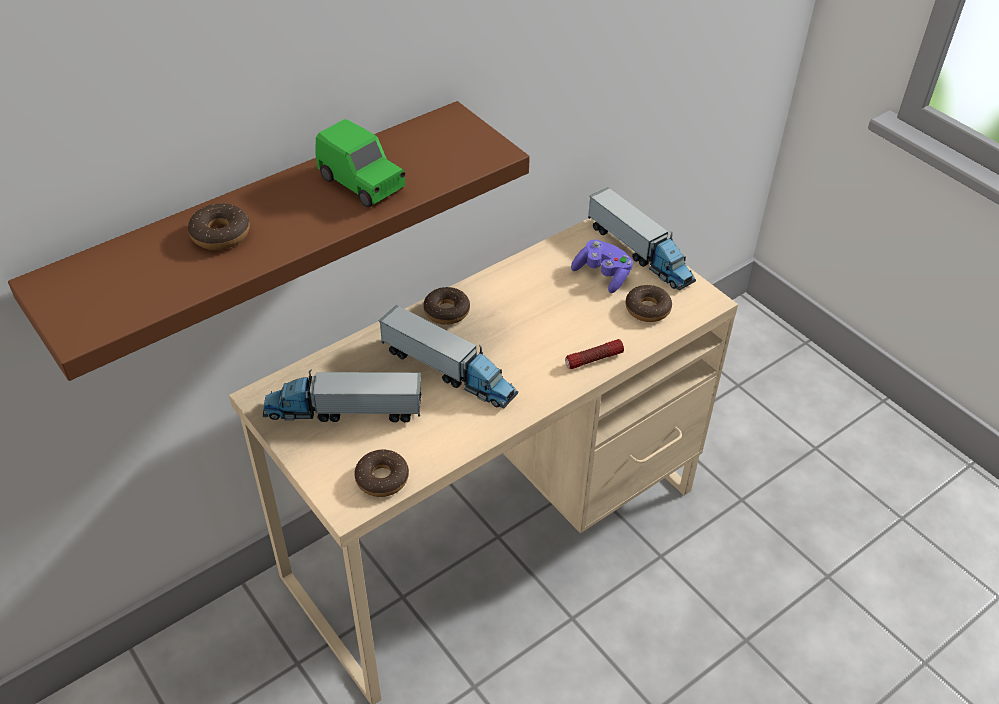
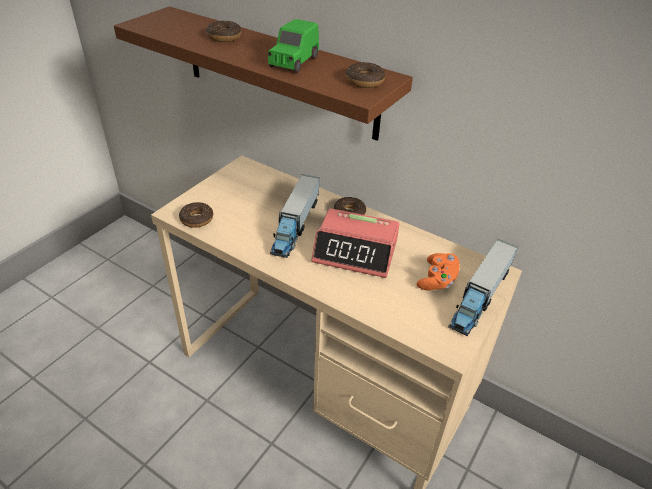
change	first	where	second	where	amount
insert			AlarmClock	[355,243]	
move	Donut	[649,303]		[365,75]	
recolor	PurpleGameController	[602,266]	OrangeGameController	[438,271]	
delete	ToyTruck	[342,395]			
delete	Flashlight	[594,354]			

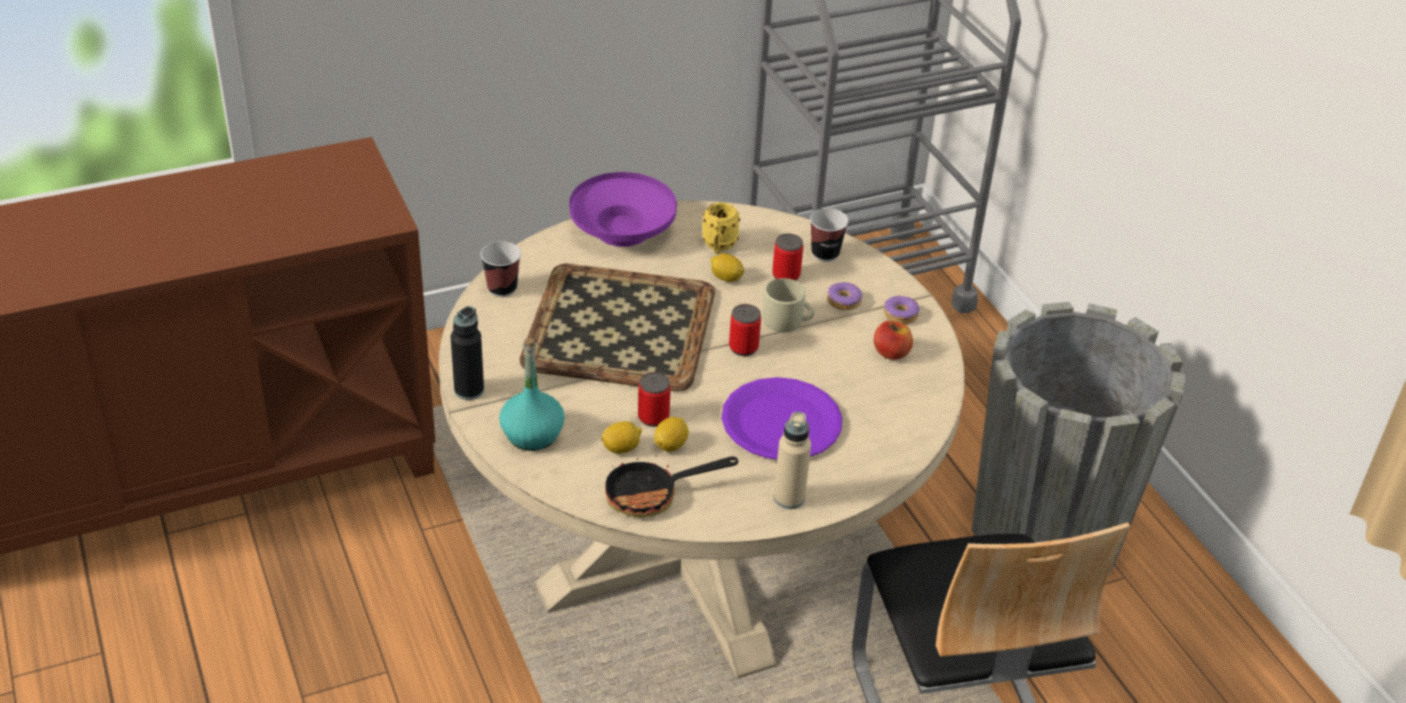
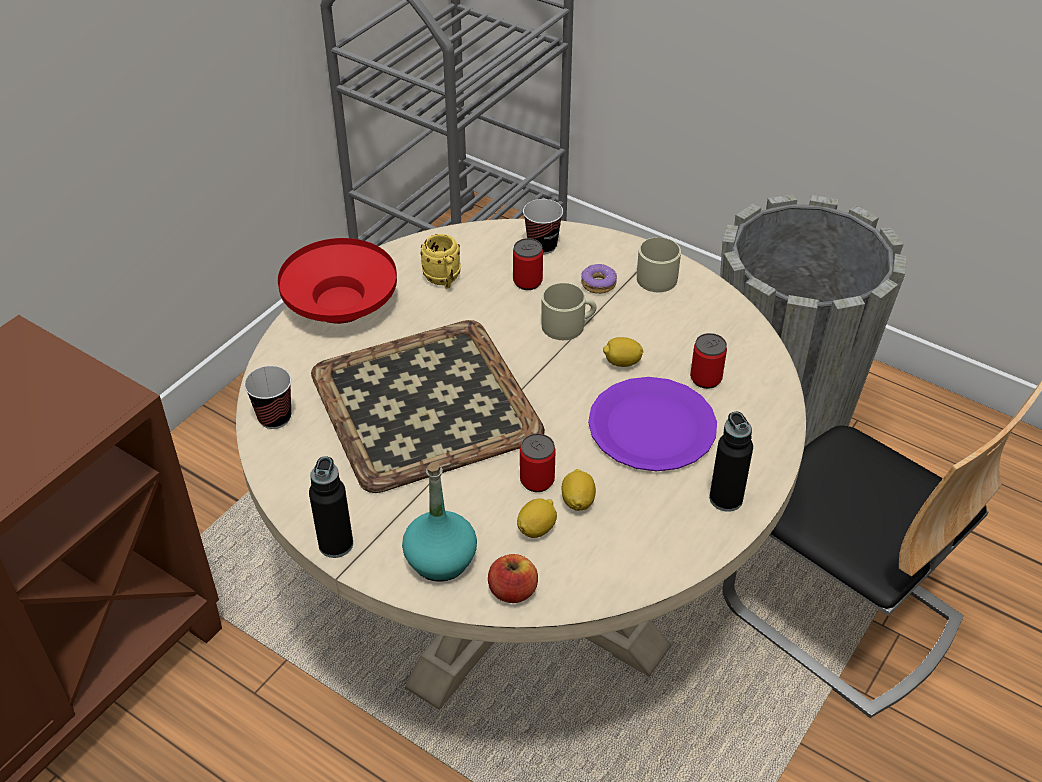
change	first	where	second	where	amount
recolor	PurpleBowl	[623,209]	RedBowl	[337,281]	
move	Apple	[893,340]		[513,578]	
move	Lemon	[727,267]		[623,352]	
replace	Donut	[901,310]	BeigeMug	[659,264]	
move	Can	[745,330]		[708,361]	
recolor	BeigeBottle	[792,460]	BlackBottle	[731,462]	
delete	FryingPan	[672,483]			

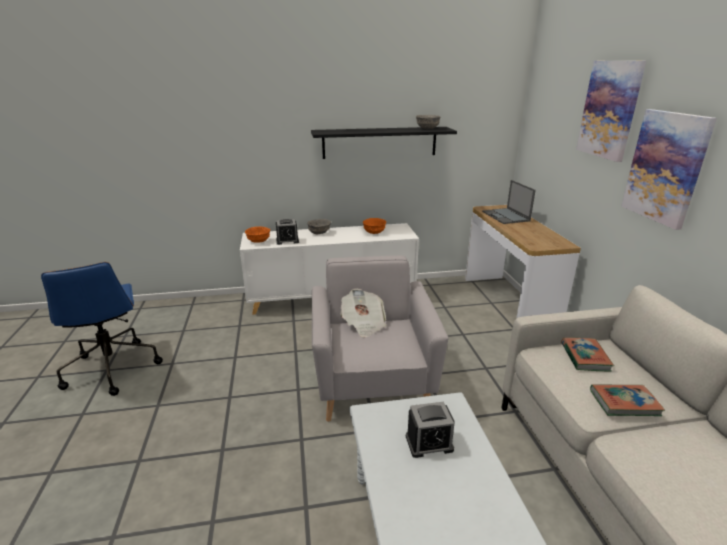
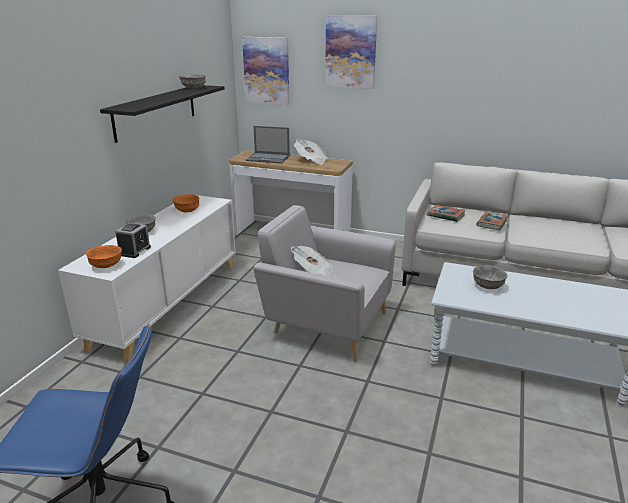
change	first	where	second	where	amount
move	Picture	[669,169]		[265,71]	
insert			Newspaper	[311,152]	
replace	AlarmClock	[430,430]	GreyBowl	[490,277]	

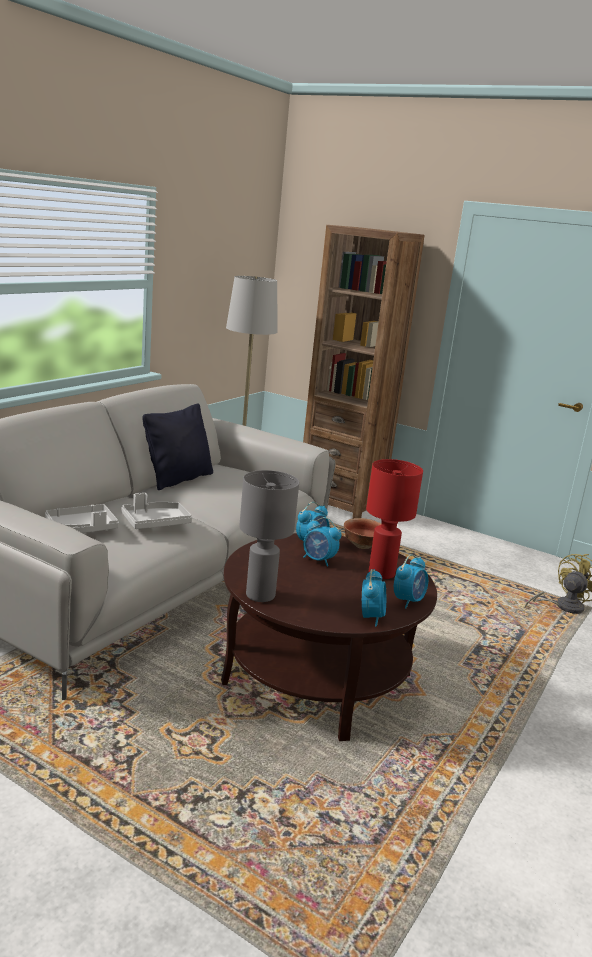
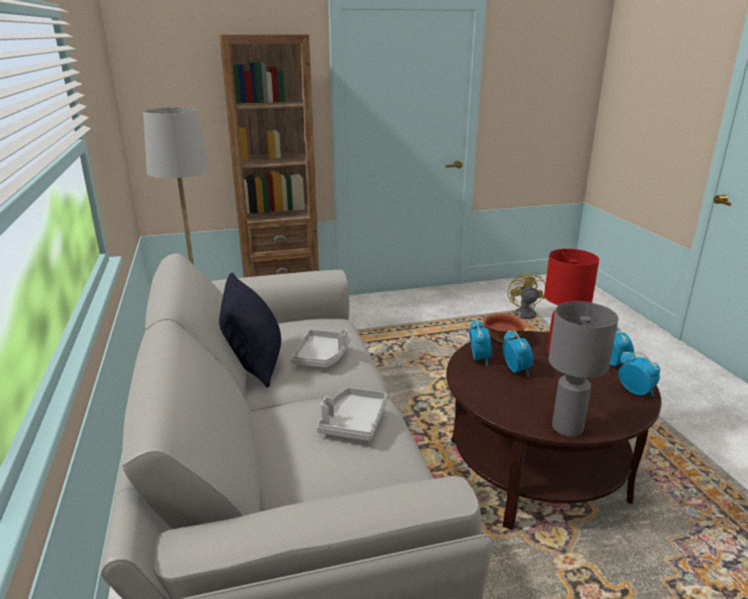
change	first	where	second	where	amount
move	GreyTray	[82,518]		[321,348]	
rotate	AlarmClock	[322,542]		[518,353]	90 degrees counterclockwise

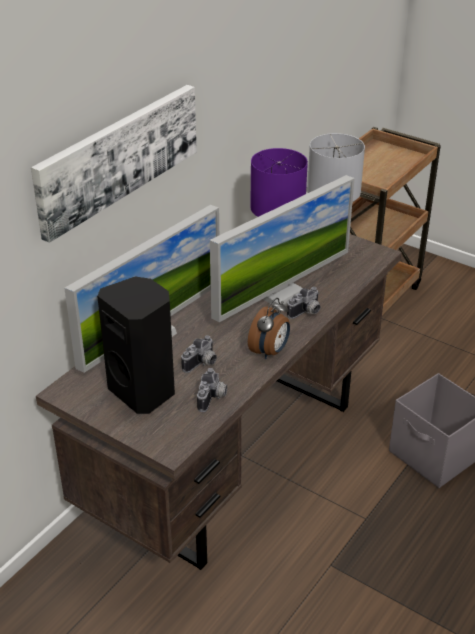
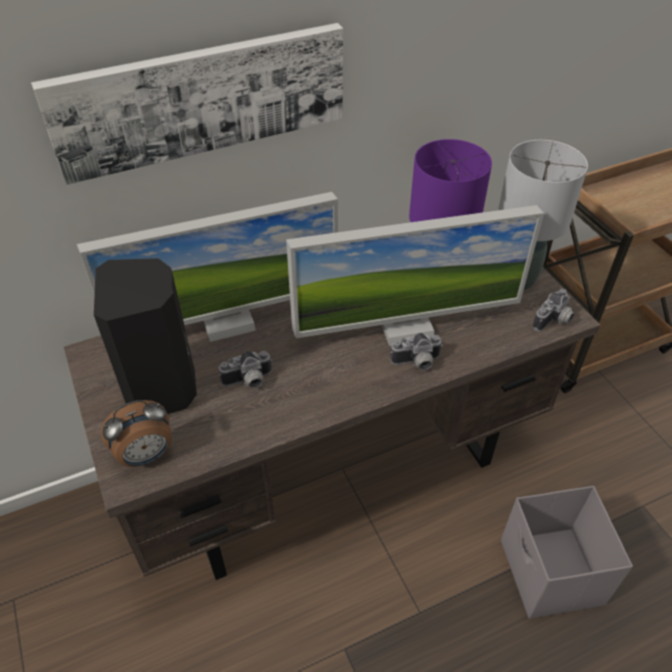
change	first	where	second	where	amount
move	AlarmClock	[269,328]		[136,433]	
move	PhotoCamera	[212,390]		[554,310]	

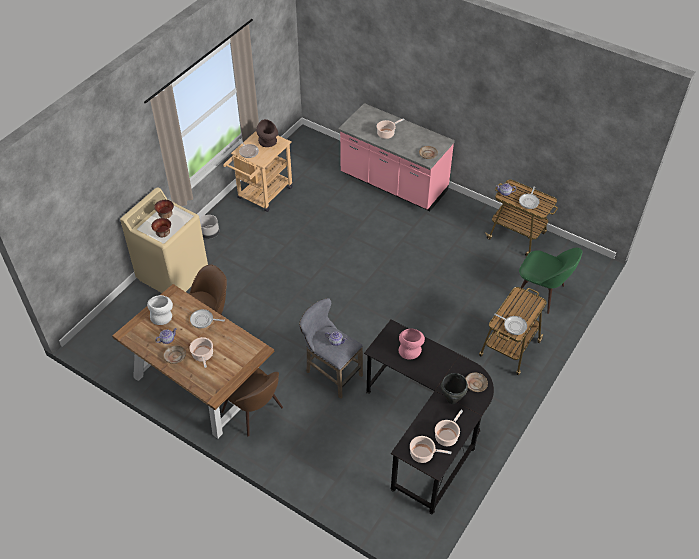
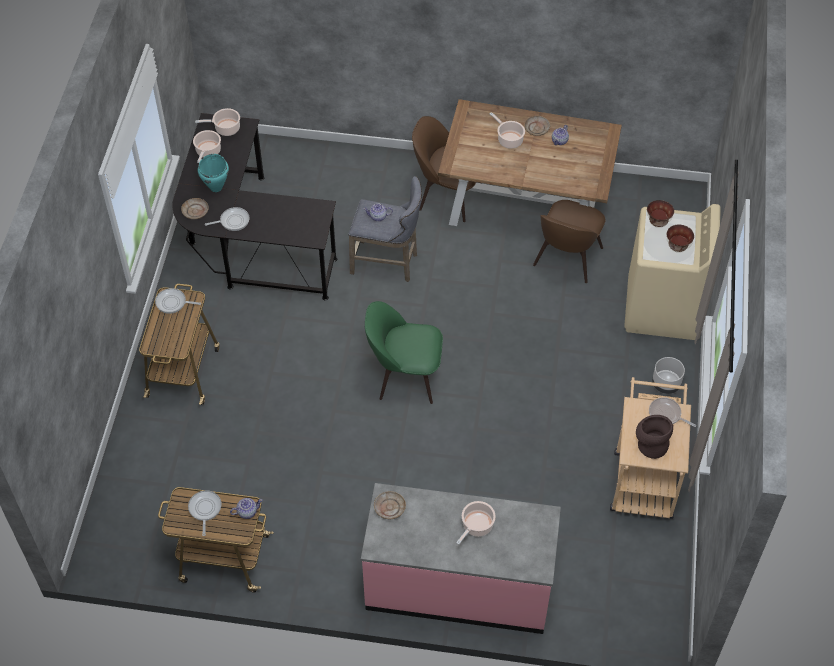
change	first	where	second	where	amount
recolor	BlackCookingPot	[454,388]	TurquoiseCookingPot	[213,173]	
move	FryingPan	[207,318]		[227,219]	
move	GreenChair	[548,281]		[404,352]	
delete	WhiteVase	[160,310]			
delete	PinkVase	[412,344]			

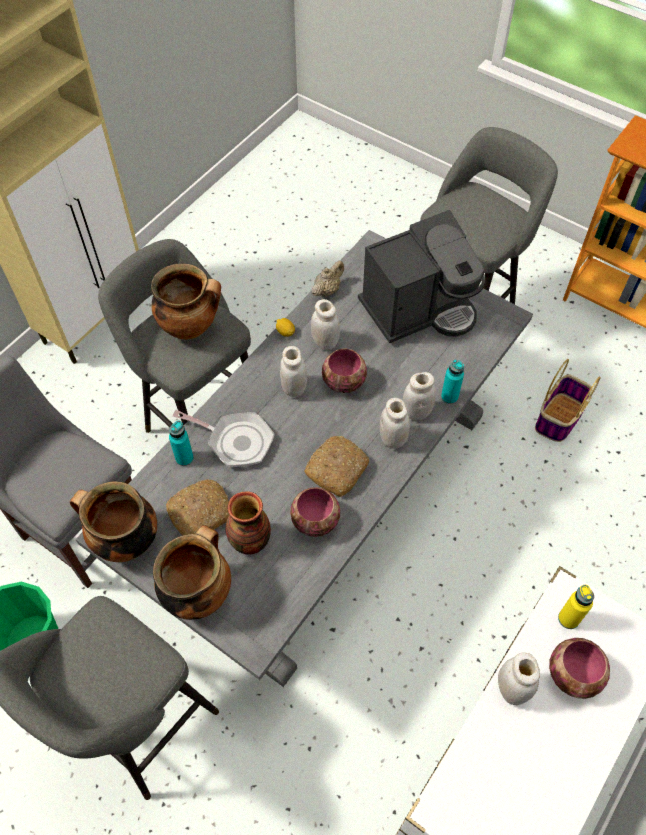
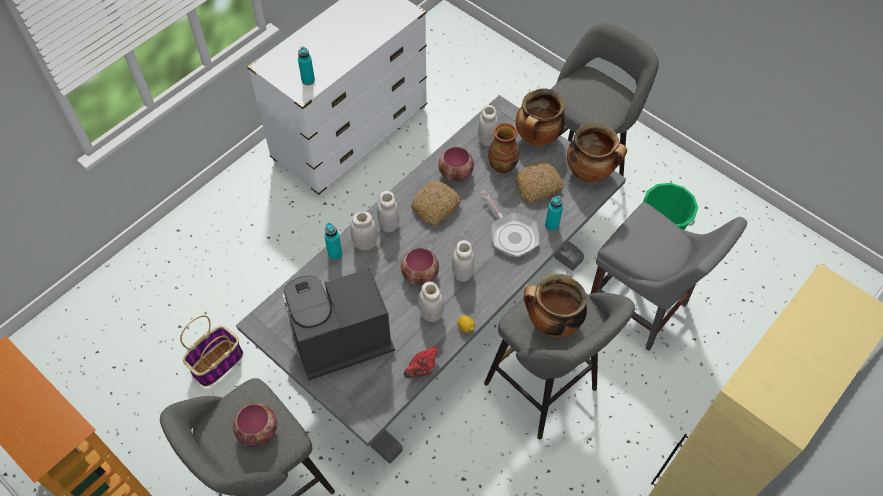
change	first	where	second	where	amount
move	Bowl	[579,668]		[255,425]	
recolor	YellowBottle	[576,607]	TurquoiseBottle	[306,66]	
recolor	BeigeTeapot	[328,279]	RedTeapot	[421,362]	
move	WhiteJar	[519,679]		[488,125]	
rotate	FryingPan	[223,438]		[510,223]	150 degrees counterclockwise

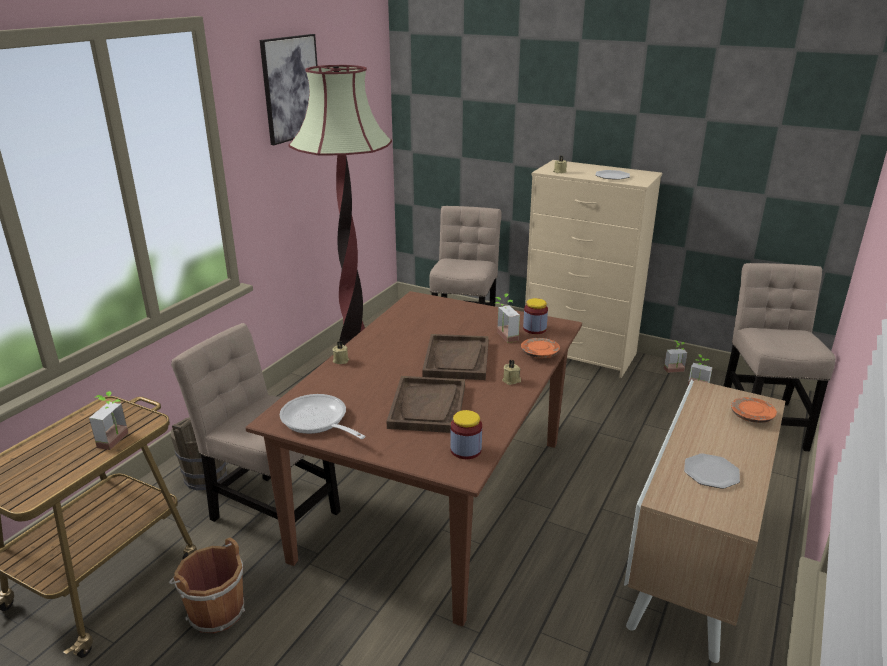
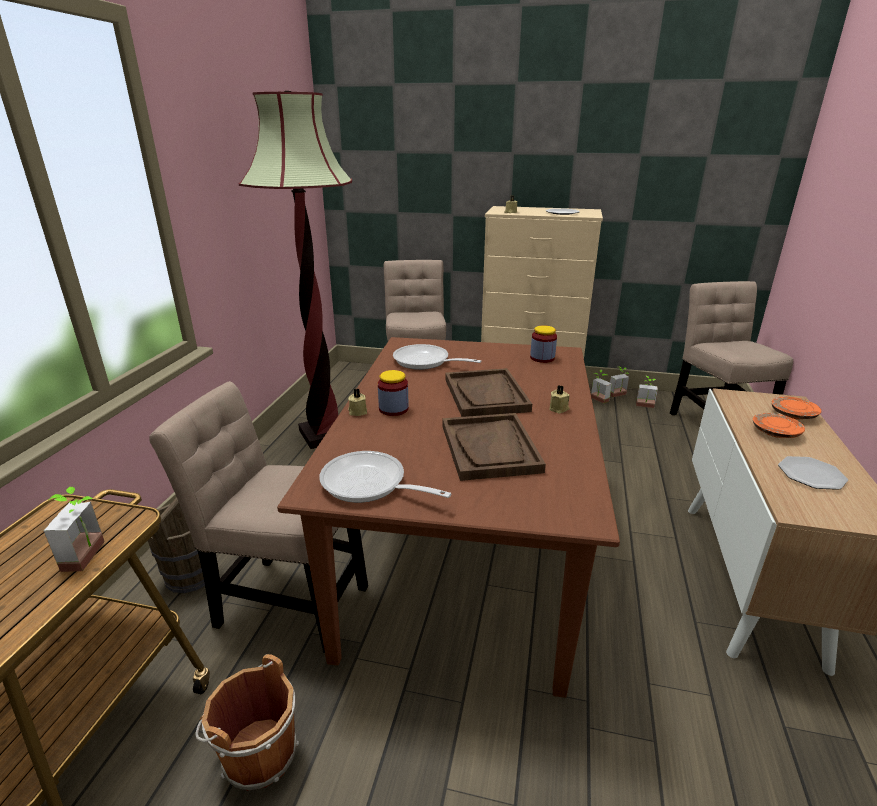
change	first	where	second	where	amount
move	Jar	[466,434]		[393,393]	
insert			FryingPan	[437,357]	
move	PottedPlant	[507,318]		[601,387]	
move	OrangePlate	[540,348]		[779,425]	
delete	Picture	[289,89]			

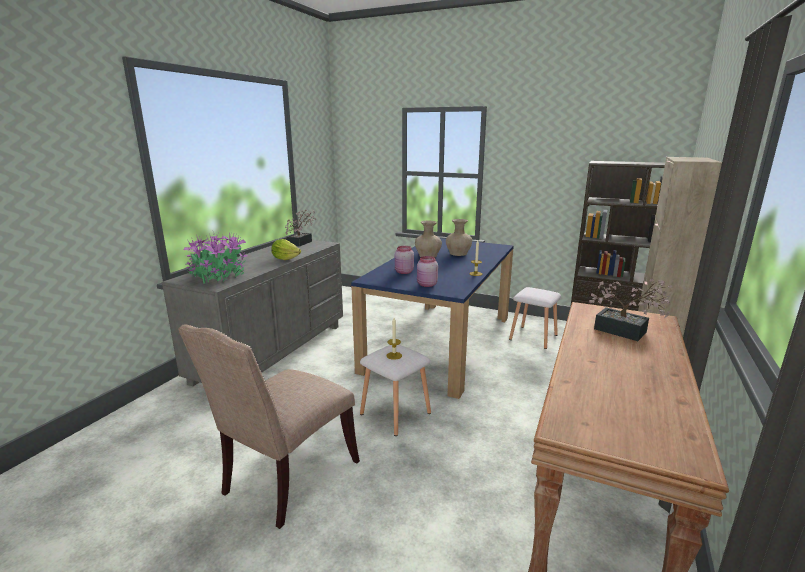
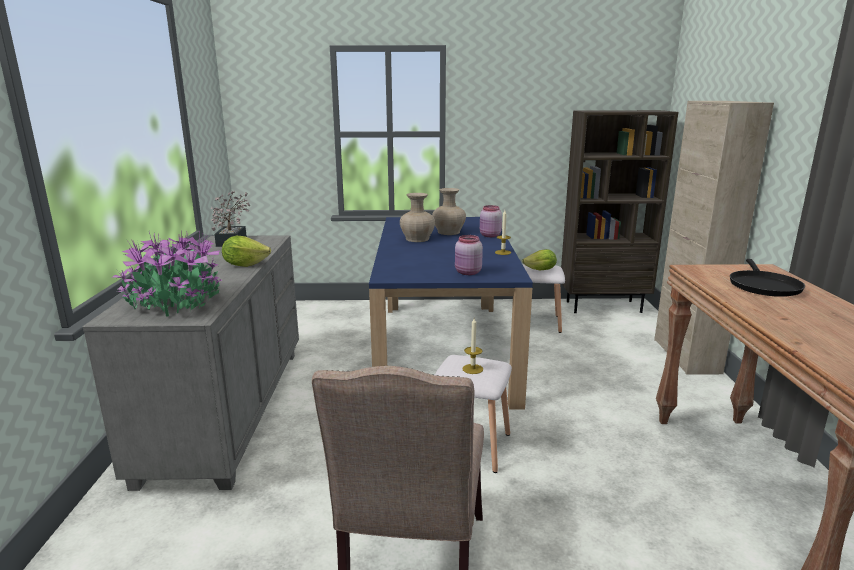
change	first	where	second	where	amount
move	PinkJar	[404,260]		[491,221]	
insert			Lettuce	[539,259]	
replace	PottedPlant	[630,310]	BlackFryingPan	[767,278]	

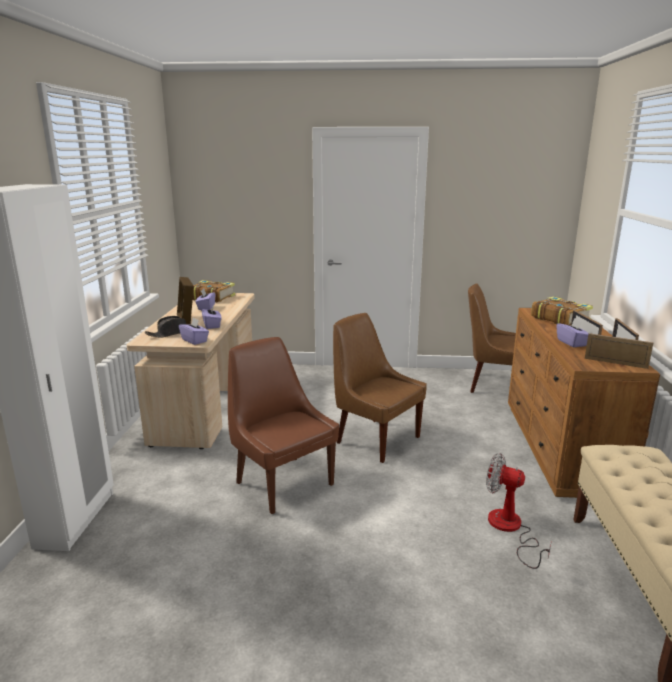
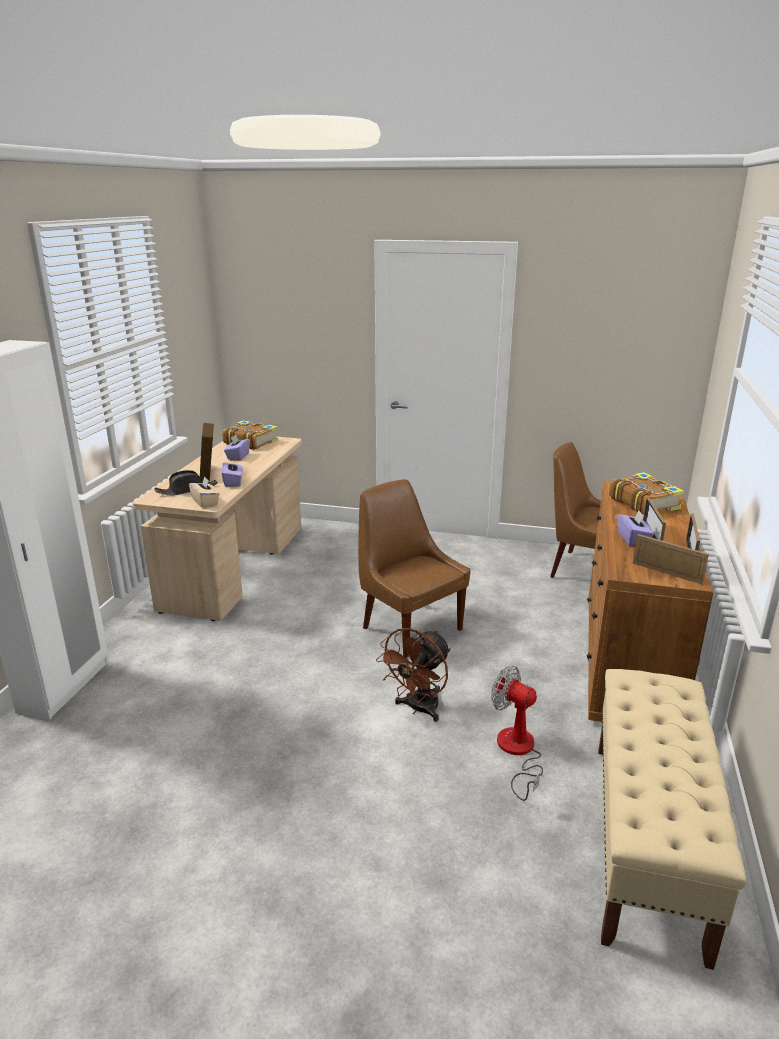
change	first	where	second	where	amount
recolor	PurpleTissueBox	[194,331]	BeigeTissueBox	[204,492]	
insert			BrownFan	[413,675]	
delete	BrownChair	[283,425]			

